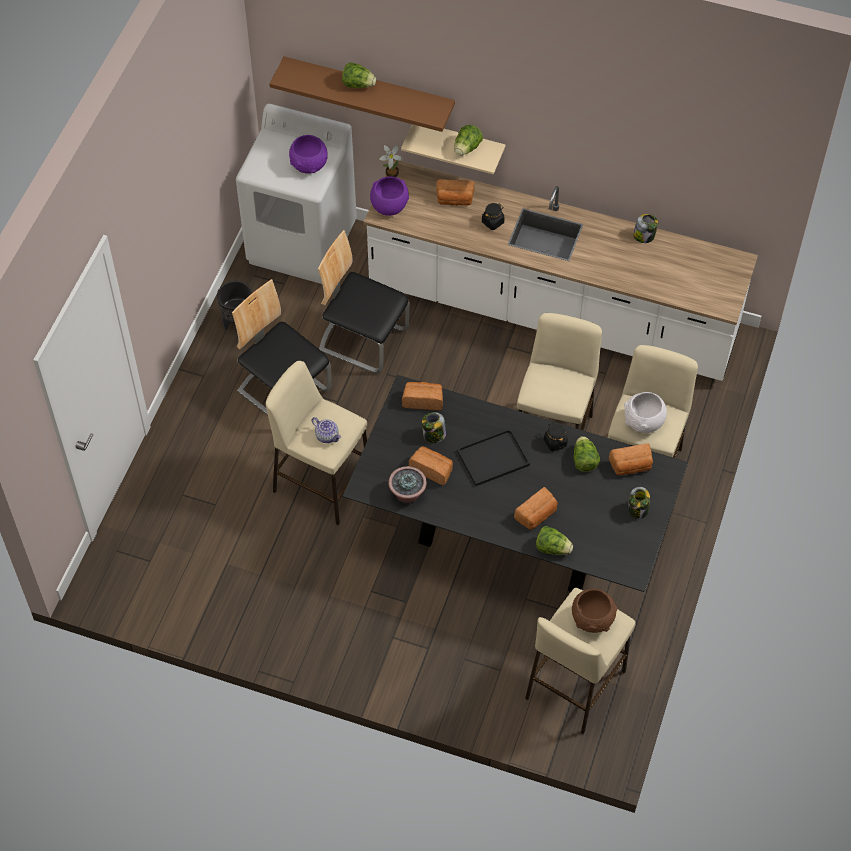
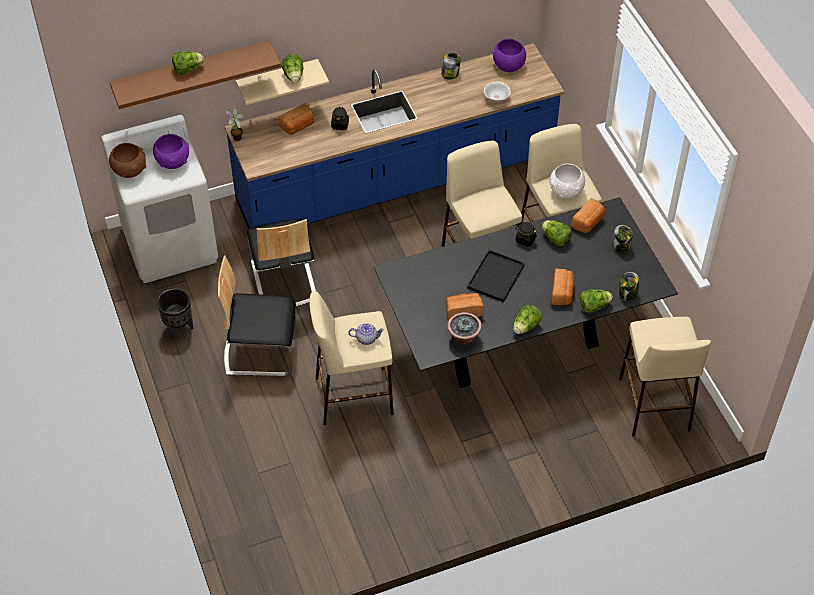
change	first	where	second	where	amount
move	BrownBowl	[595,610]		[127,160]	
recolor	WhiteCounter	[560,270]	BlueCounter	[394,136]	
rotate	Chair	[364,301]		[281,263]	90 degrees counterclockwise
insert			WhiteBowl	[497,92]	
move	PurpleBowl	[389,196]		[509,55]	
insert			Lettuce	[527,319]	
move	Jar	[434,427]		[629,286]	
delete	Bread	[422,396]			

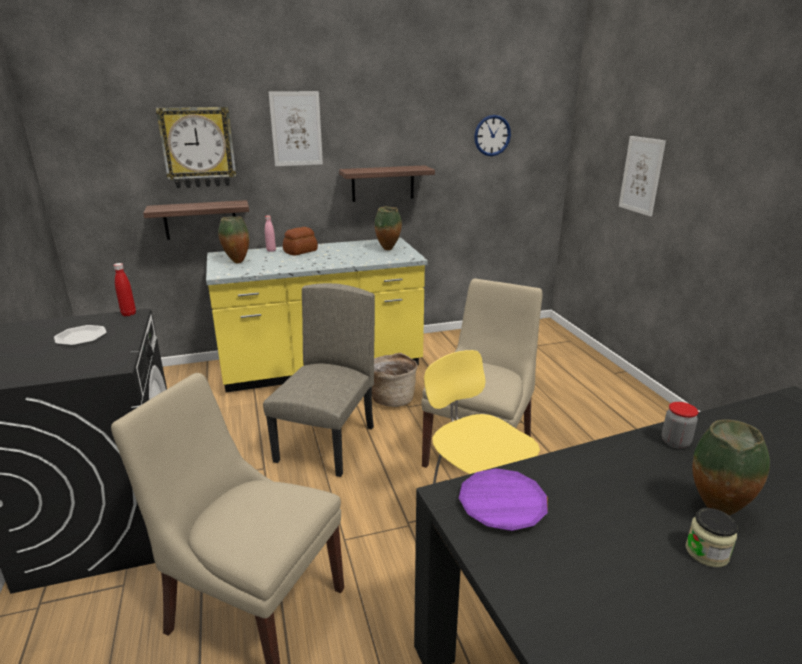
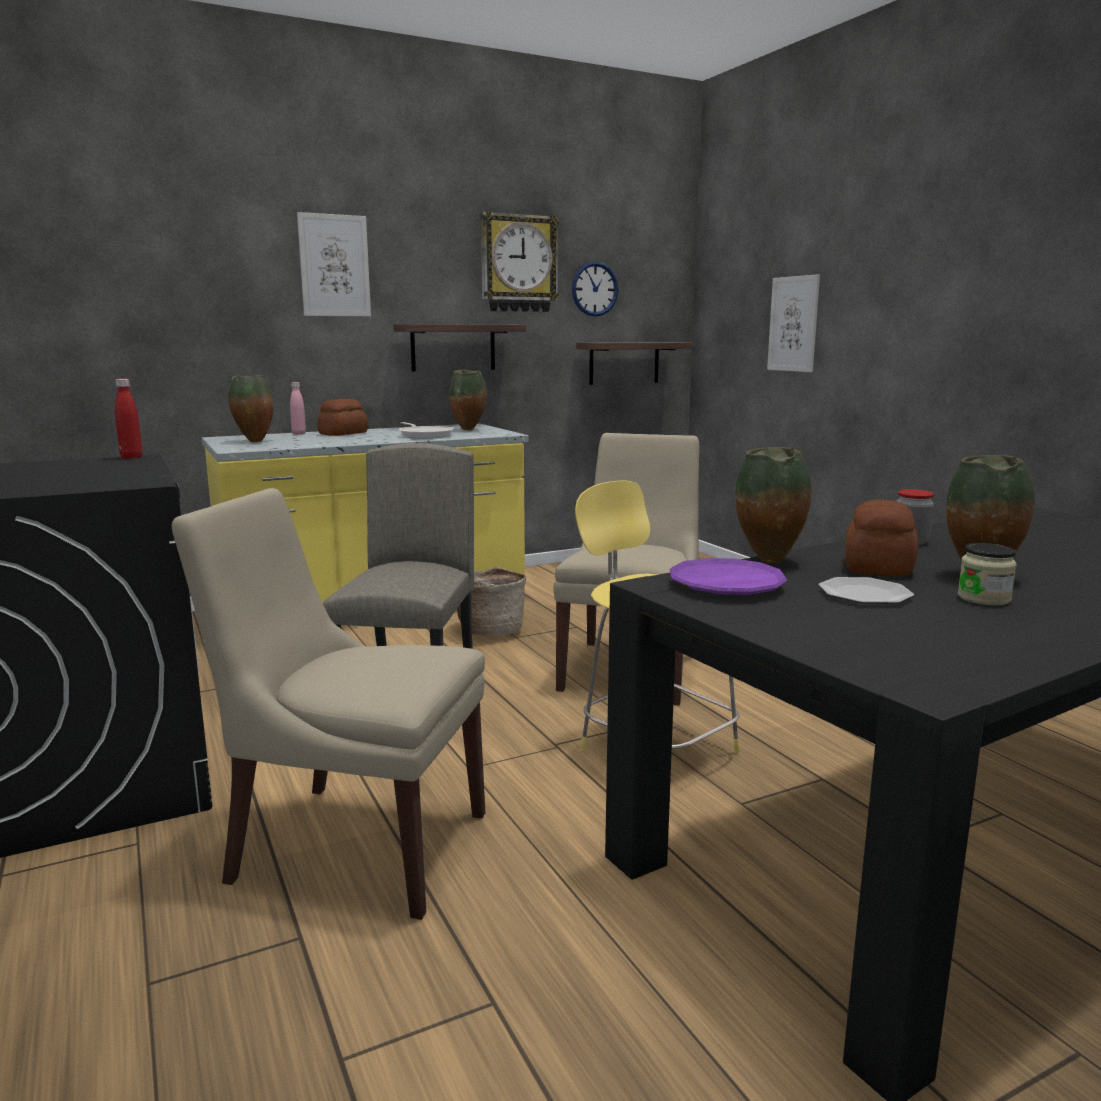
change	first	where	second	where	amount
insert			FryingPan	[426,430]	
move	WallClock	[196,147]		[520,261]	
move	Shelf	[196,220]		[634,363]	
insert			Vase	[773,505]	
move	Plate	[80,335]		[866,590]	
insert			Bread	[882,537]	

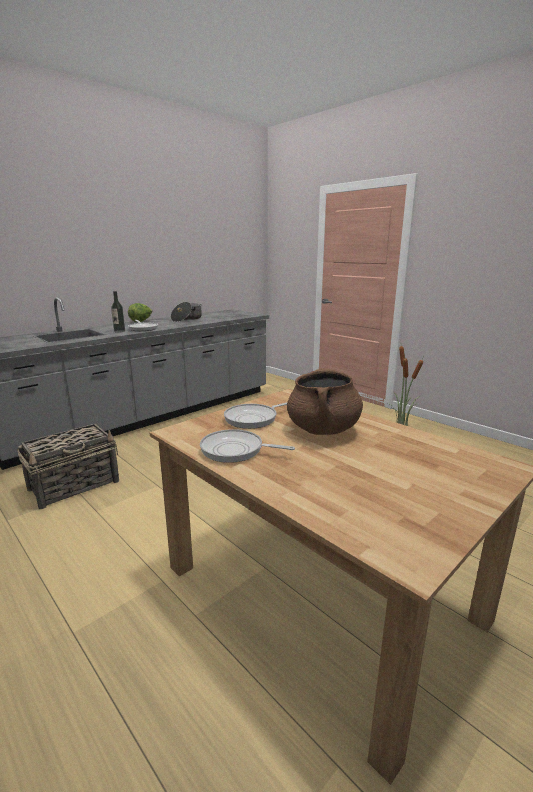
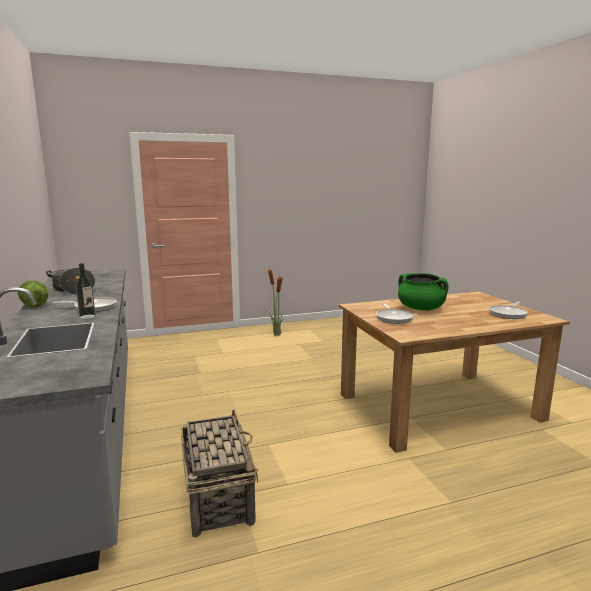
change	first	where	second	where	amount
recolor	BrownCookingPot	[325,401]	GreenCookingPot	[423,292]	
move	FryingPan	[247,446]		[508,310]	

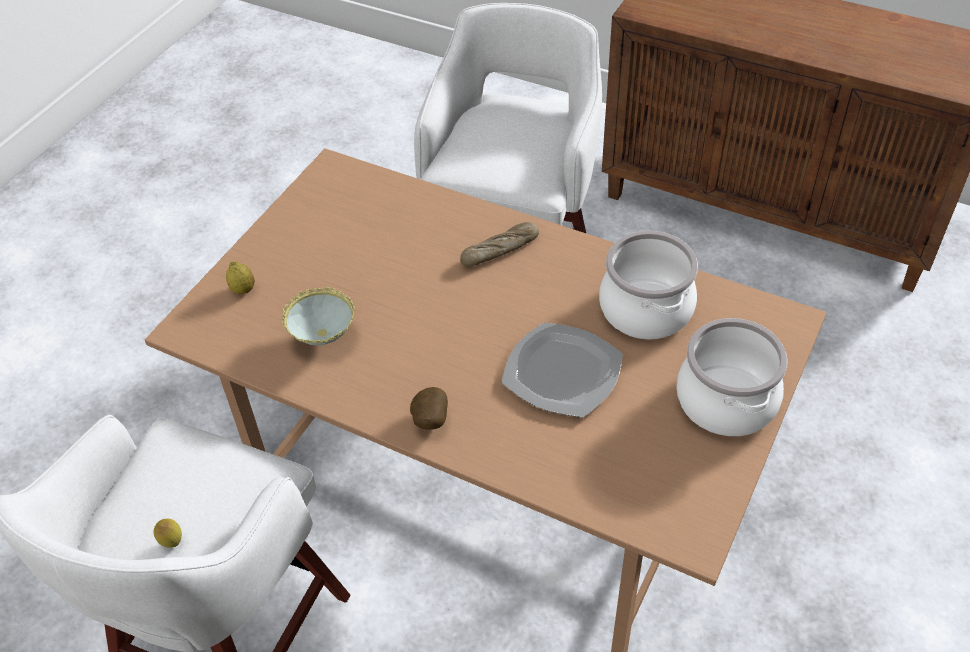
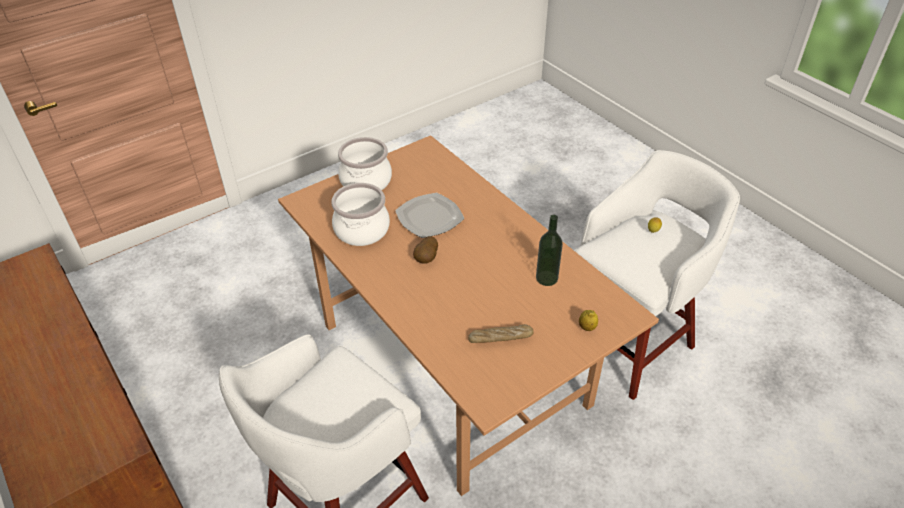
change	first	where	second	where	amount
move	Potato	[429,408]		[425,250]	
move	Bread	[499,244]		[501,333]	
replace	Bowl	[317,316]	Bottle	[549,250]	

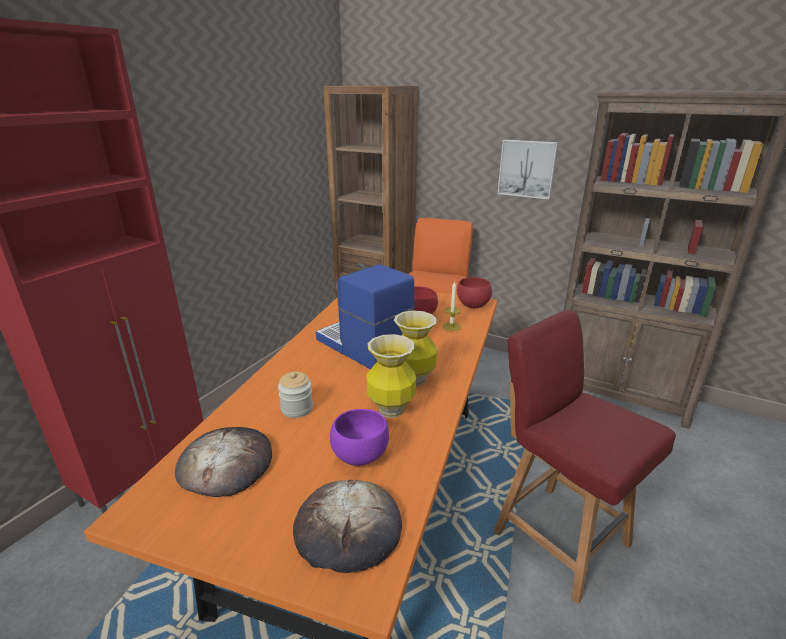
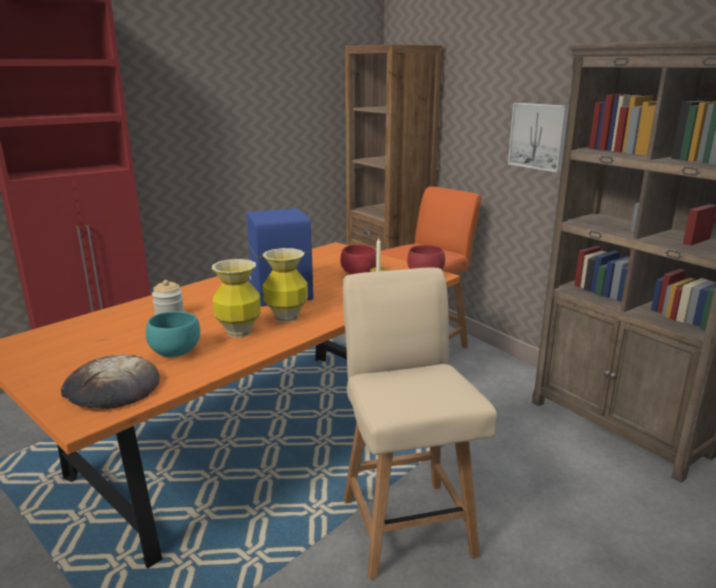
change	first	where	second	where	amount
recolor	PurpleBowl	[359,437]	TurquoiseBowl	[173,334]	
recolor	RedChair	[585,456]	BeigeChair	[420,423]	
delete	Bread	[223,462]			

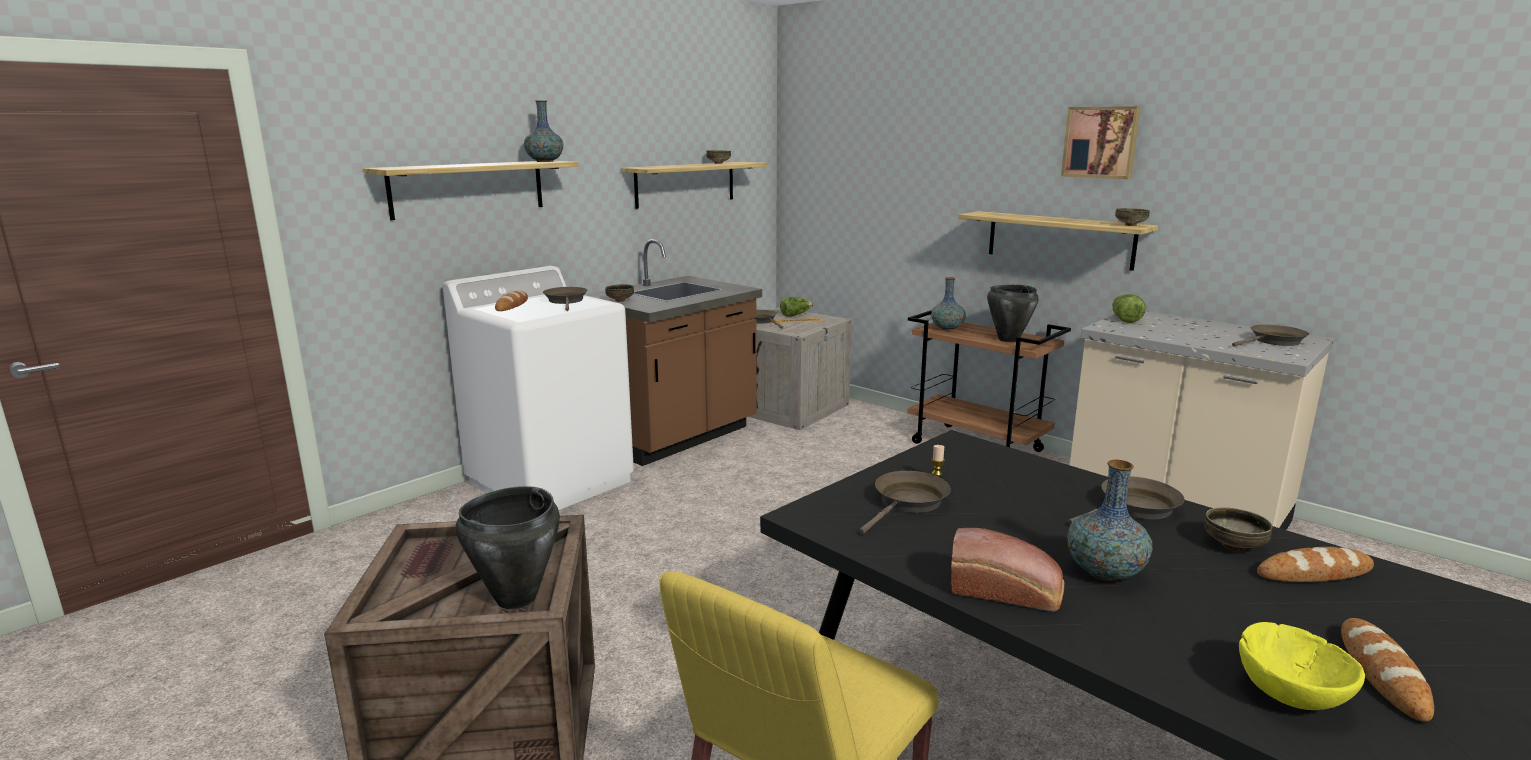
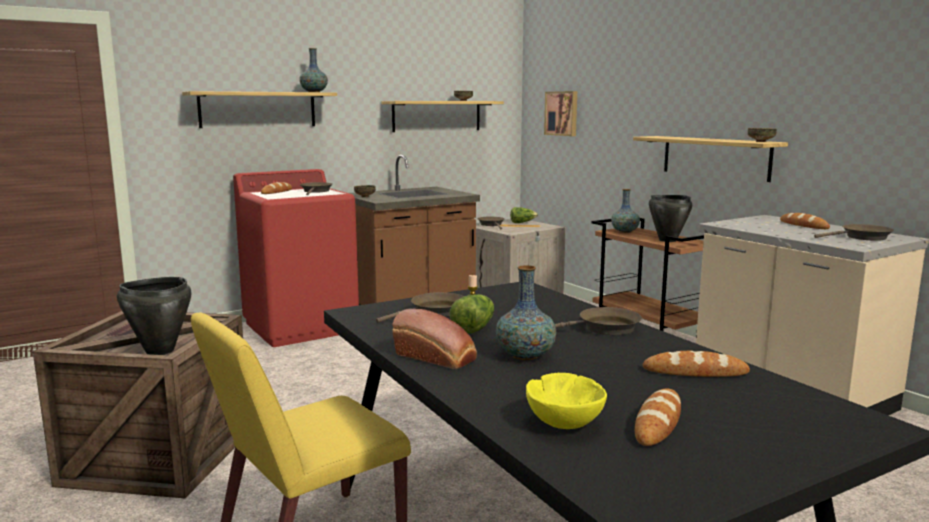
change	first	where	second	where	amount
recolor	WhiteWashingMachine	[538,388]	RedWashingMachine	[296,258]	
move	Lettuce	[1129,308]		[472,313]	
move	Picture	[1101,142]		[560,113]	
insert			Bread	[805,221]	
delete	Bowl	[1238,529]			

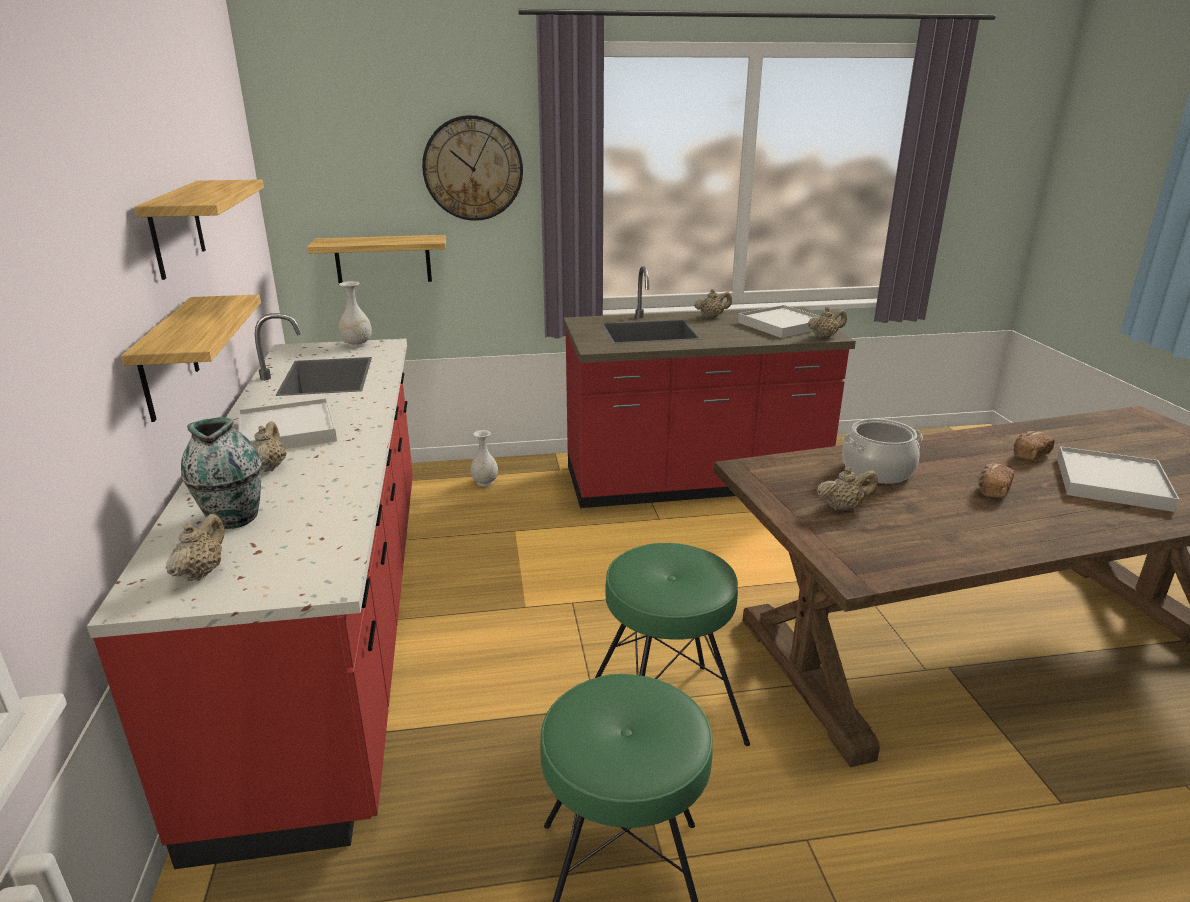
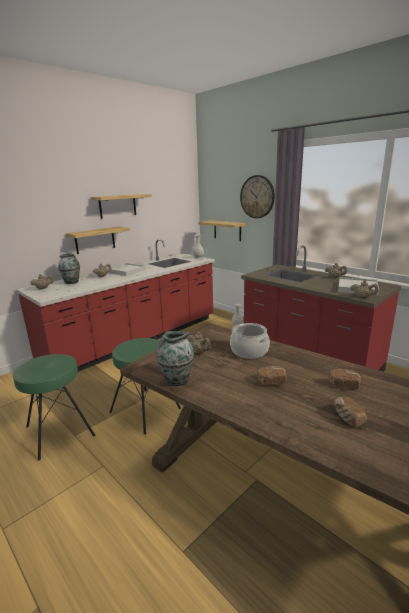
change	first	where	second	where	amount
insert			Vase	[175,358]	
replace	WhiteTray	[1118,479]	Bread	[350,412]	

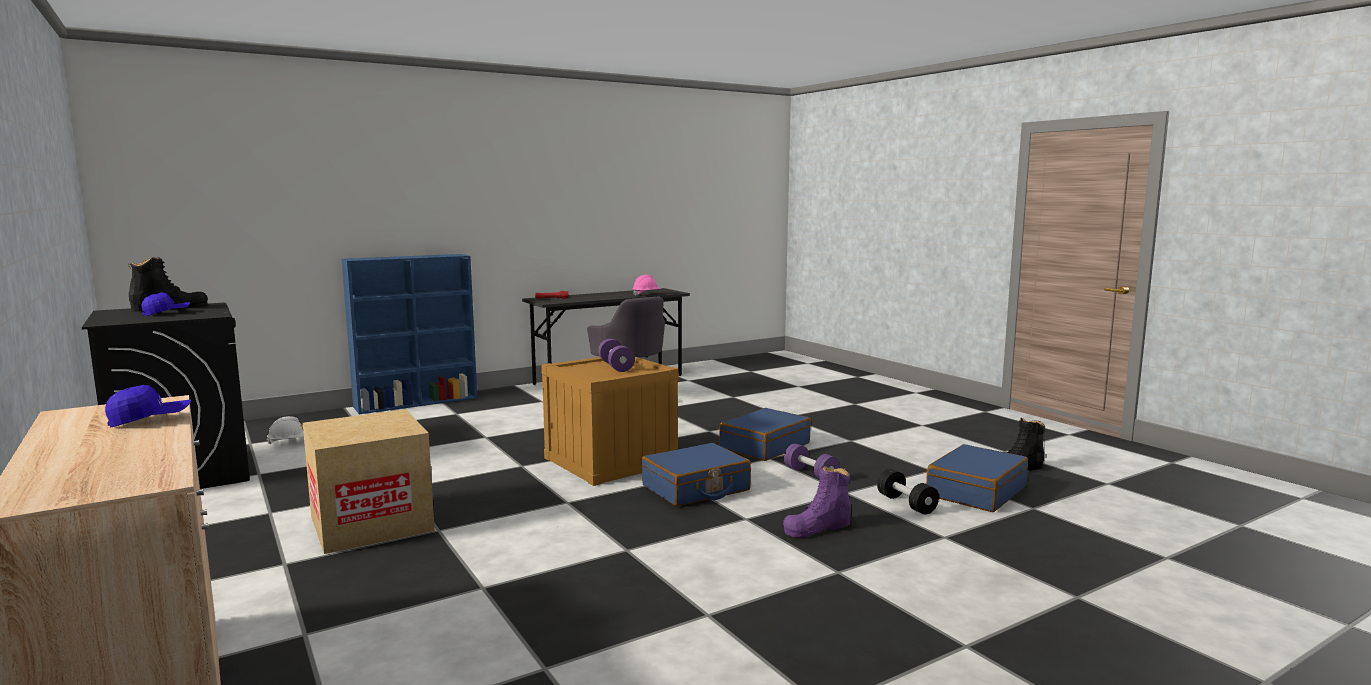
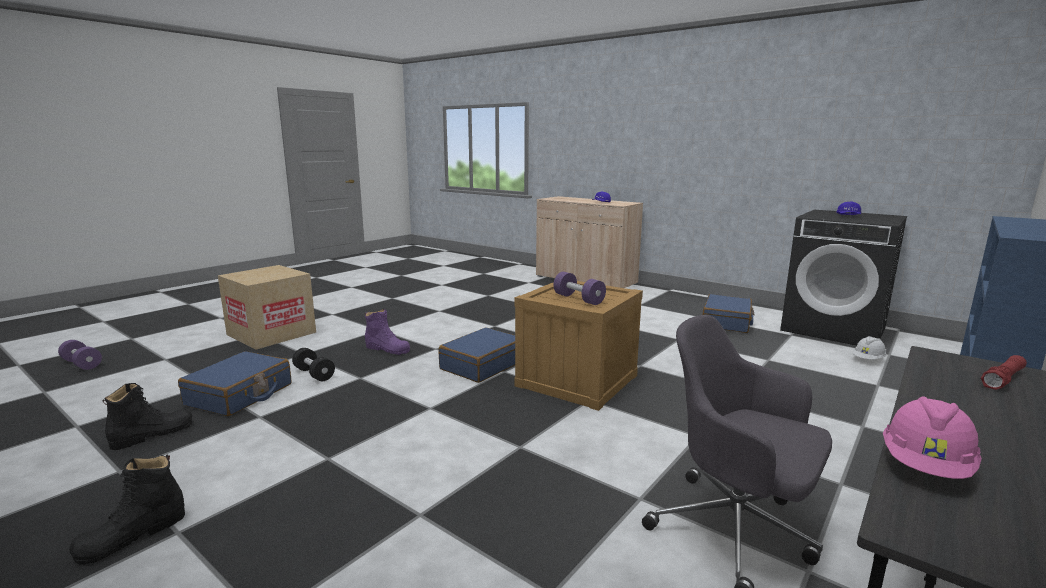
change	first	where	second	where	amount
move	PurpleDumbbell	[812,461]		[80,355]	
move	BlackBoot	[168,285]		[127,510]	
move	CardboardBox	[369,481]		[267,307]	
rotate	PurpleBoot	[817,501]		[387,332]	75 degrees clockwise
move	BlueSuitcase	[765,434]		[729,313]	

